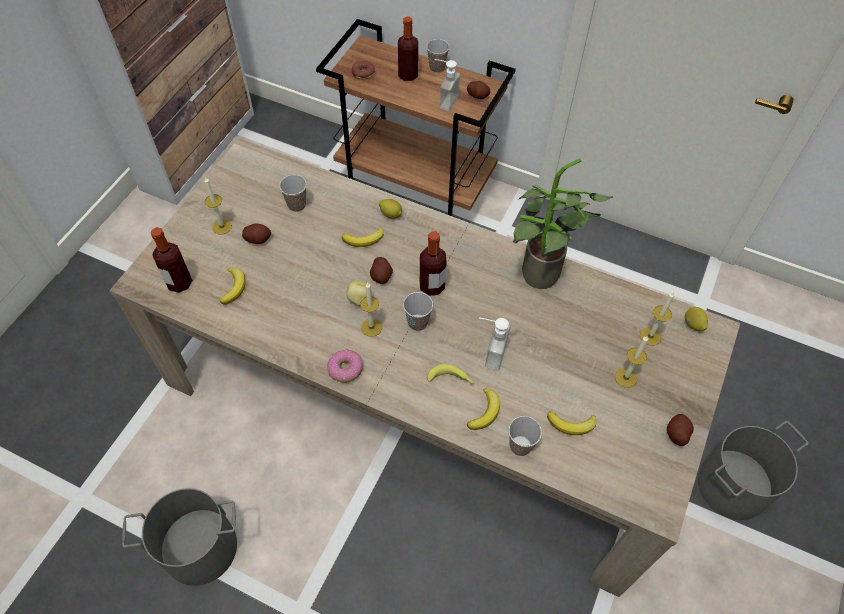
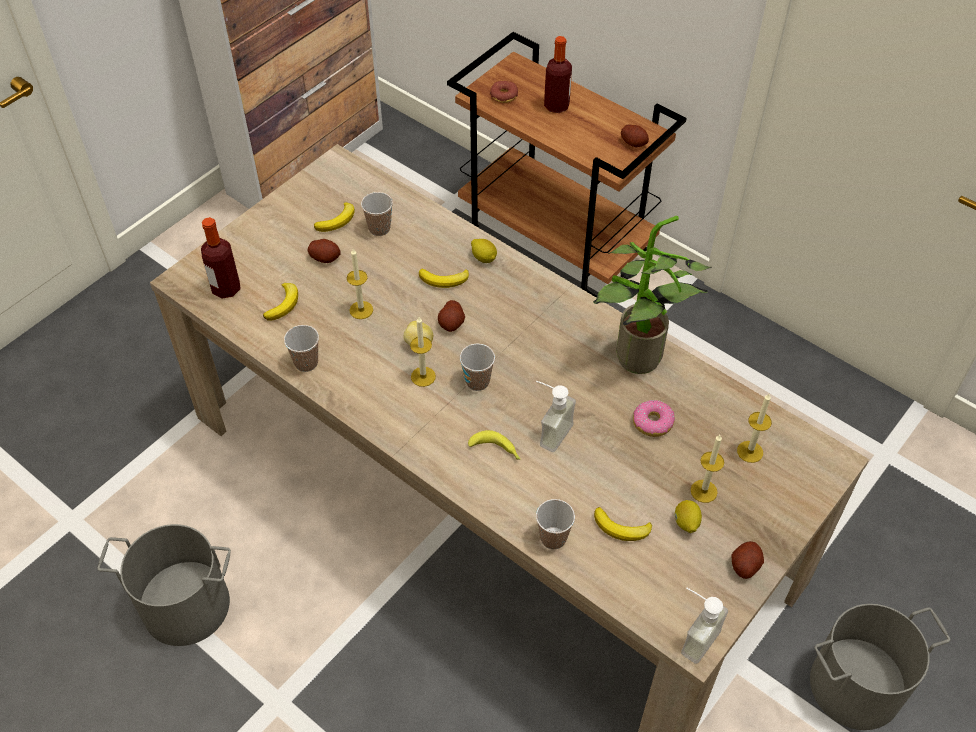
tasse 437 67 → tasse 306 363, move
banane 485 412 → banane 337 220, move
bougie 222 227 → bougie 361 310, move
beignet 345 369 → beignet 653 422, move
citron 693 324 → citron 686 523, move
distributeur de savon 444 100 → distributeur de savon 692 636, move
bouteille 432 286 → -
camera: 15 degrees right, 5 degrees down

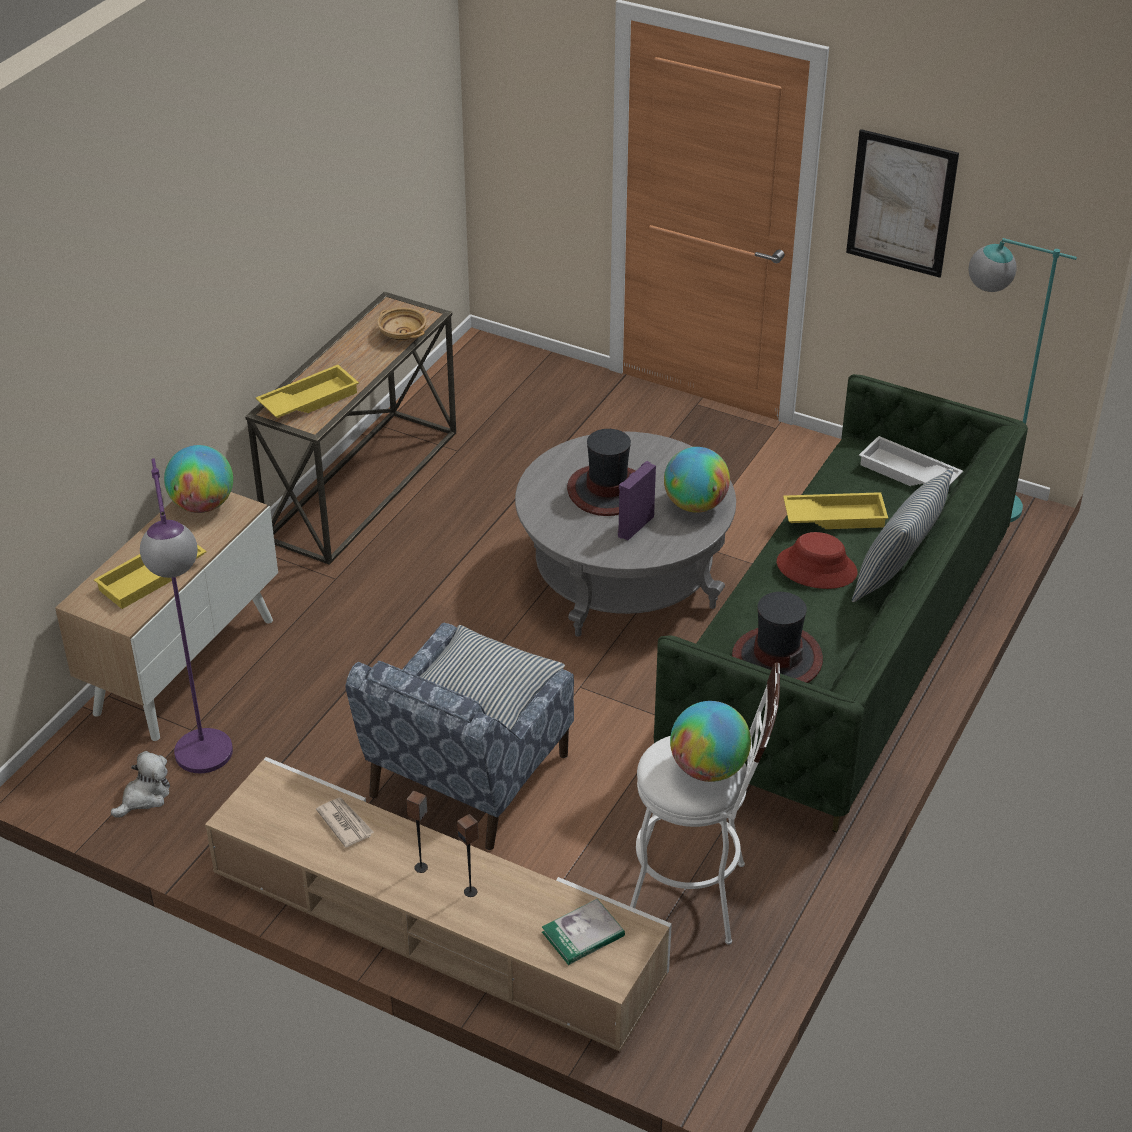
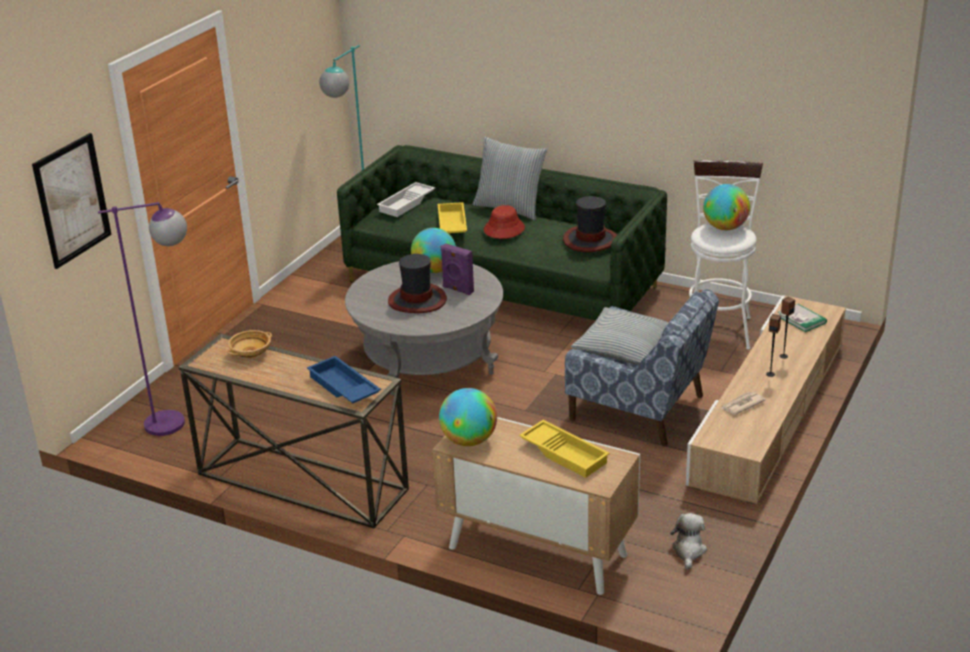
tableau 901 203 → tableau 72 200, move
lampadaire [violet] 207 767 → lampadaire [violet] 179 421, move
plateau [jaune] 308 399 → plateau [bleu] 342 387
peluche 145 797 → peluche 688 551, 60 degrees clockwise
camera: 90 degrees left, 10 degrees down

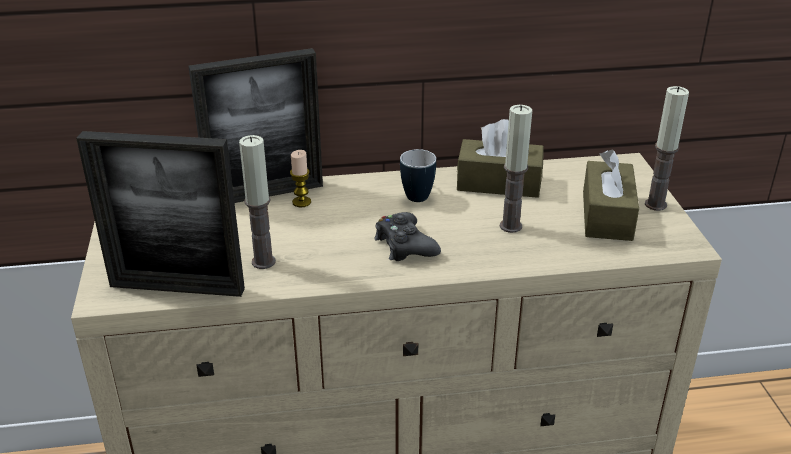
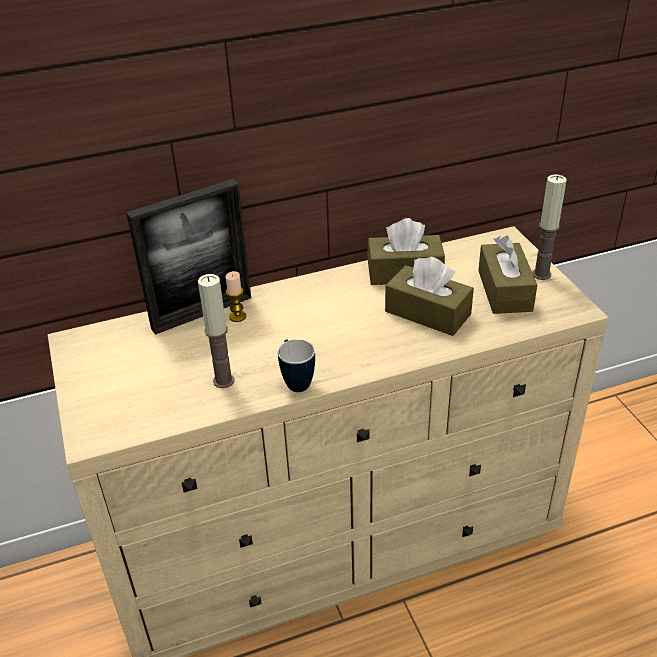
mug 415 193 → mug 296 381, move
bougie 511 226 → boîte à mouchoirs [marron] 427 313
cadre photo 177 287 → -
manette [noir] 405 245 → -
camera: 10 degrees left, 5 degrees up

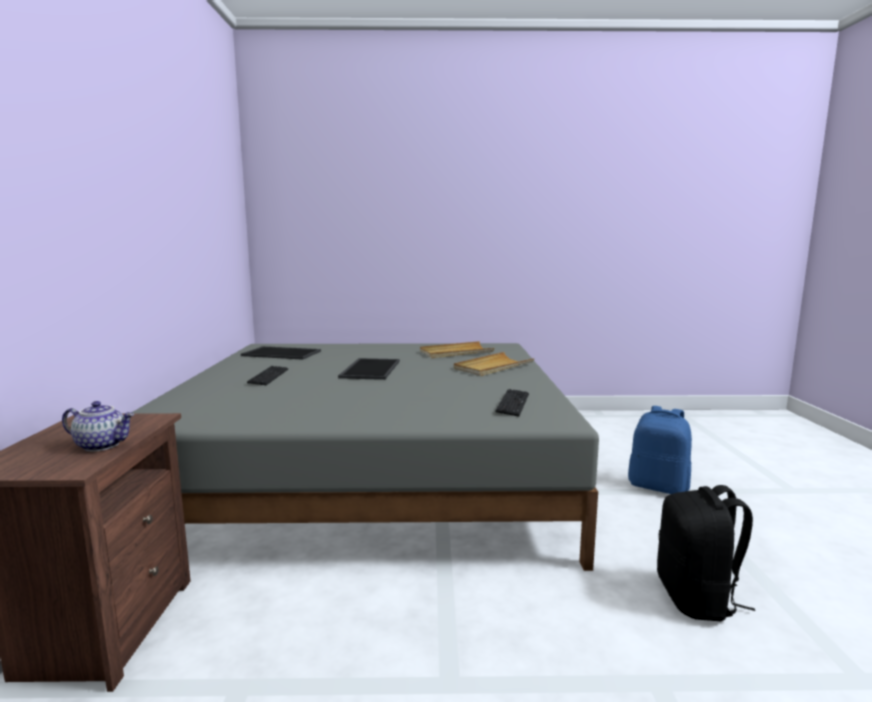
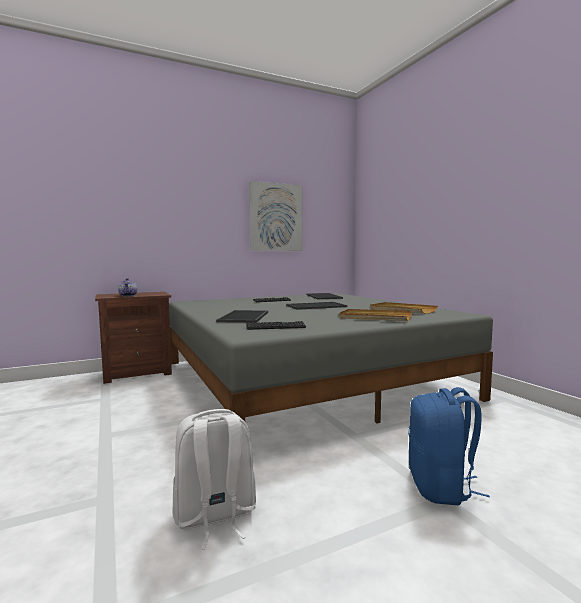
sac à dos [noir] 697 598 → sac à dos [blanc] 215 516
- → plateau 245 317
- → tableau 276 217
camera: 65 degrees right, 5 degrees down

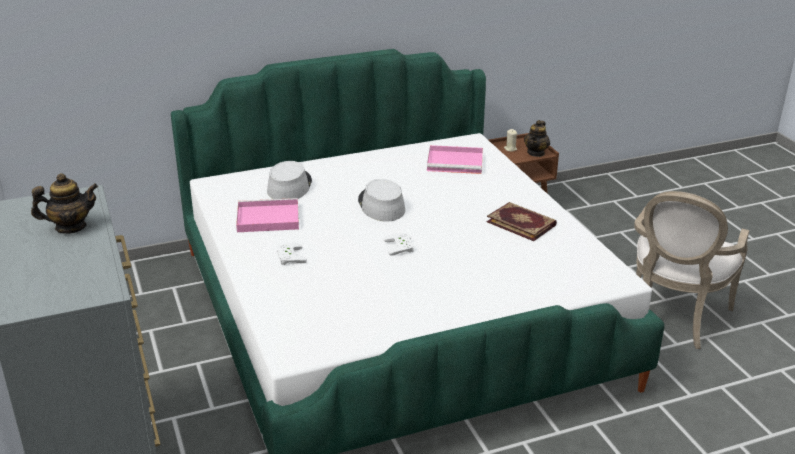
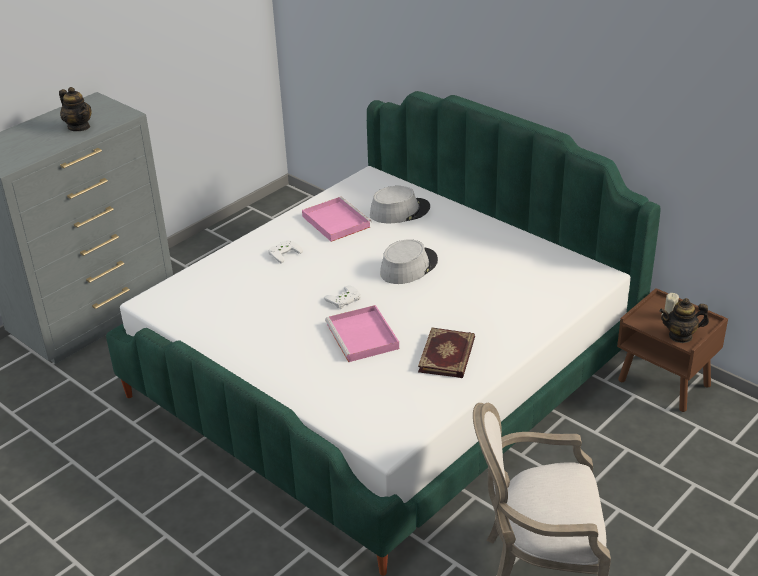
plateau [rose] 456 162 → plateau [rose] 363 337, move
camera: 65 degrees right, 5 degrees up

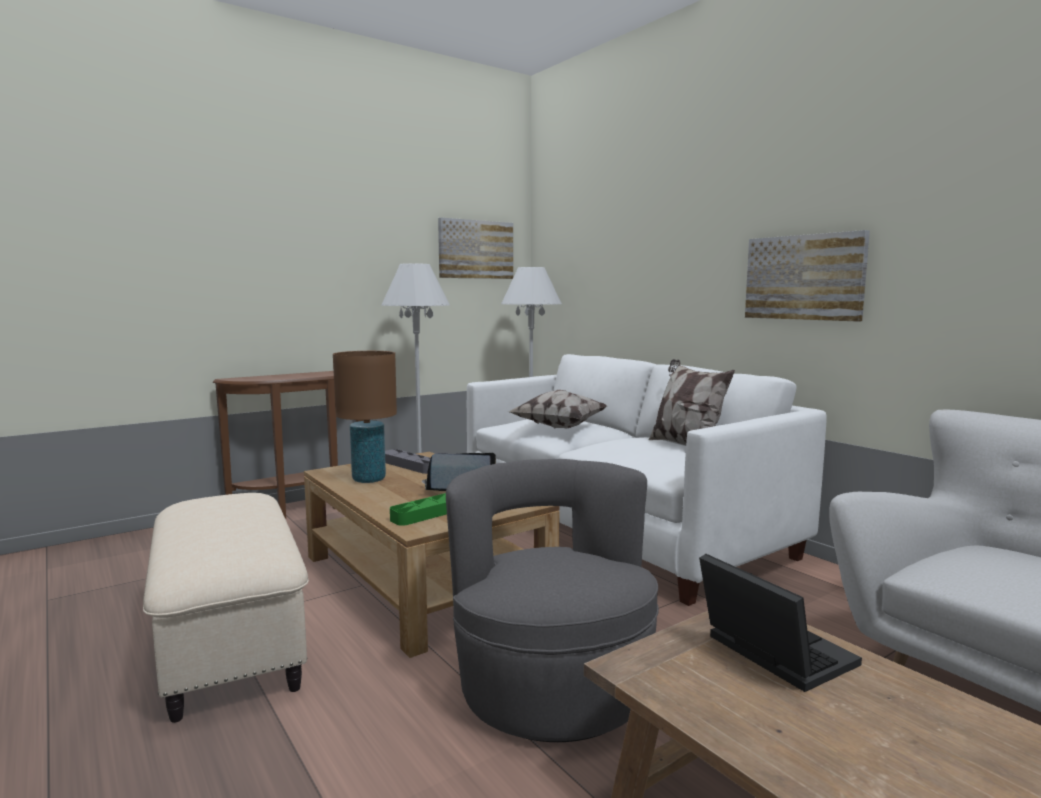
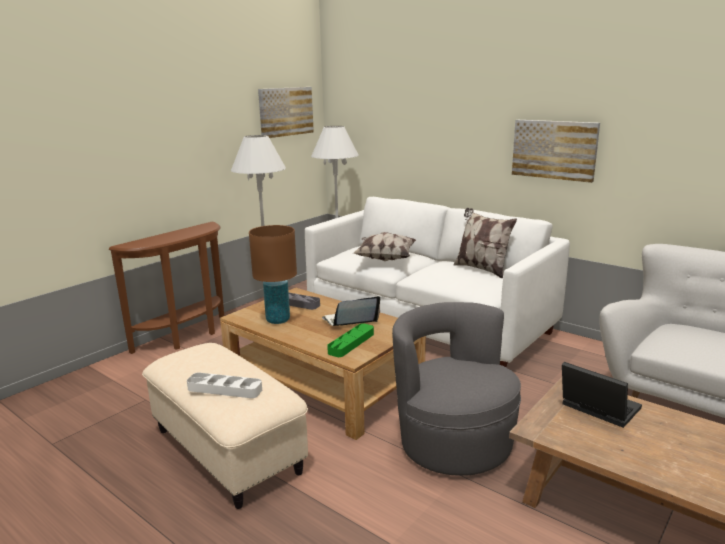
- → plateau [blanc] 225 389
camera: 15 degrees left, 10 degrees up

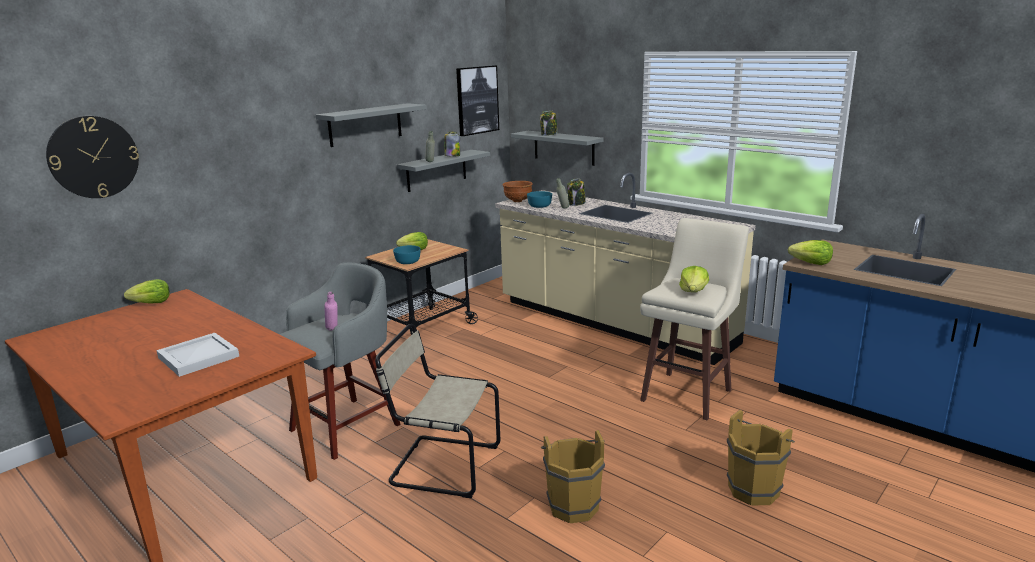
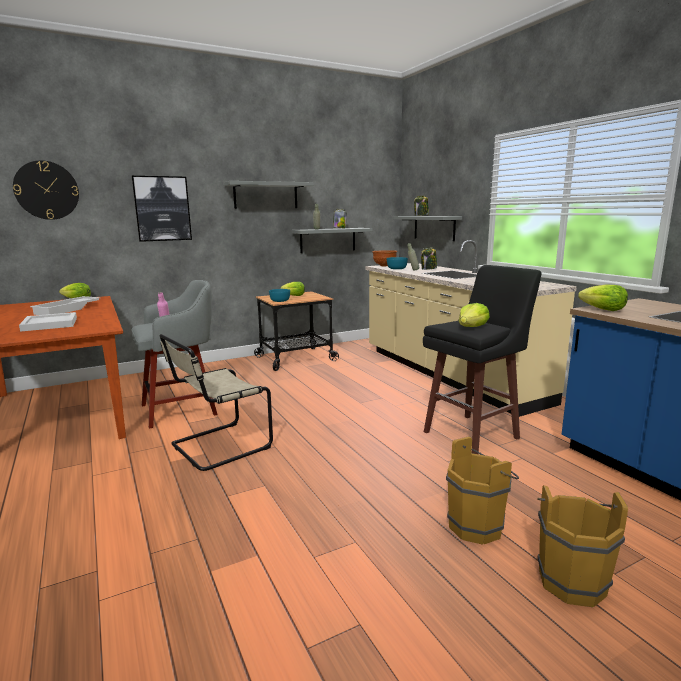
- → plateau [blanc] 68 309
tableau 477 100 → tableau 162 208, move
chaise [beige] 441 465 → chaise [beige] 217 447, 75 degrees counterclockwise
tabouret [beige] 688 394 → tabouret [noir] 473 435
seau [marron] 572 504 → seau [marron] 570 579, move
camera: 20 degrees right, 5 degrees down

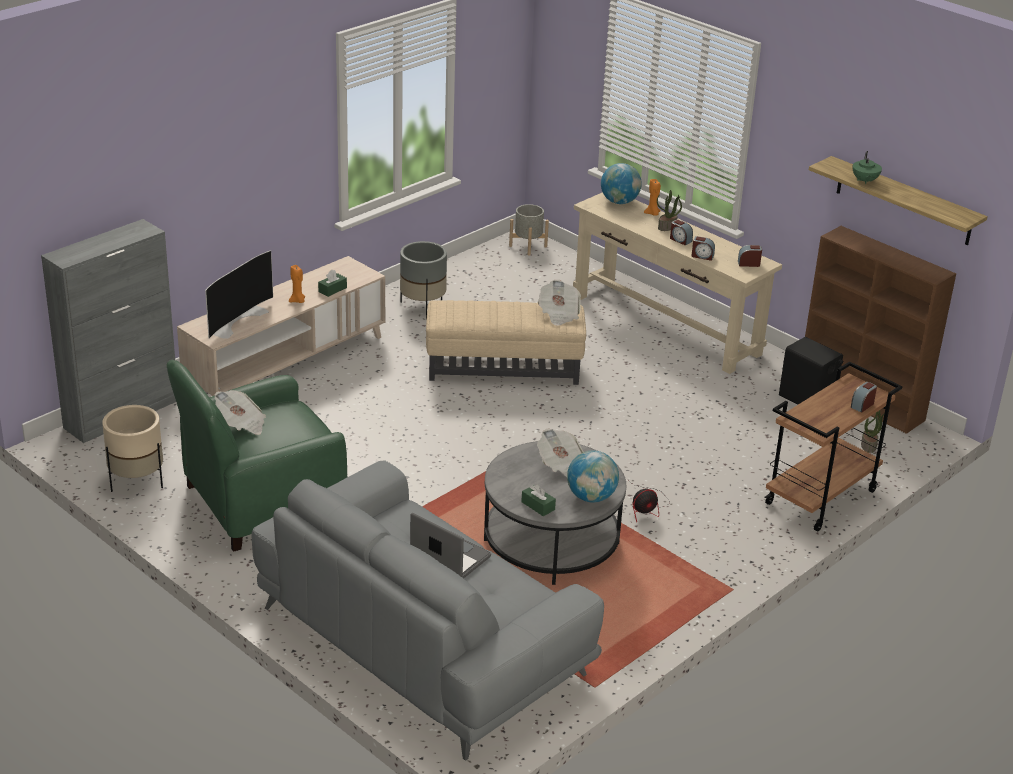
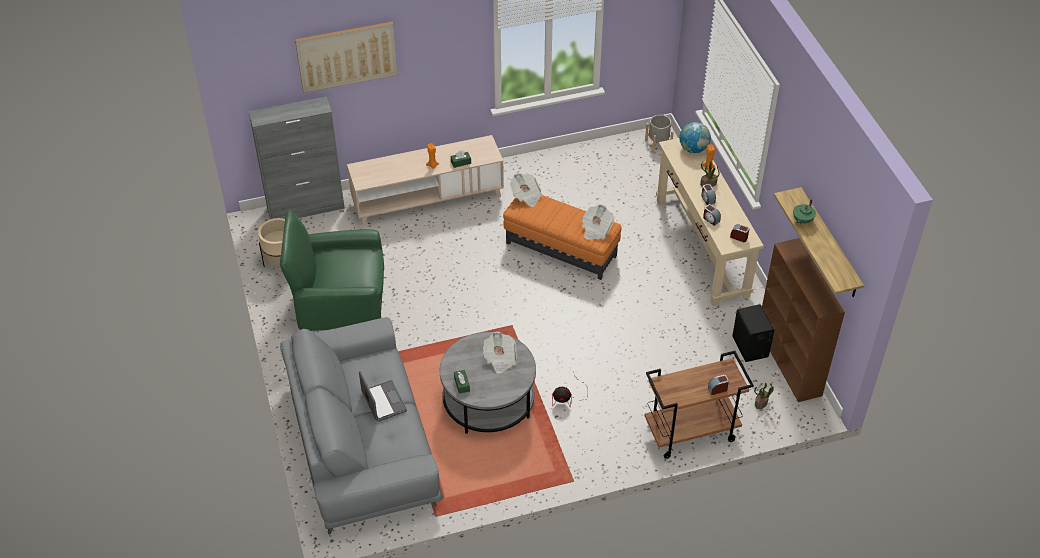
- → tableau 347 56
pouf [beige] 503 369 → pouf [orange] 561 249
journal 241 424 → journal 526 196, move
téléviseur 236 320 → -
cache-pot [gris] 423 307 → -
globe 591 497 → -
camera: 30 degrees right, 15 degrees up

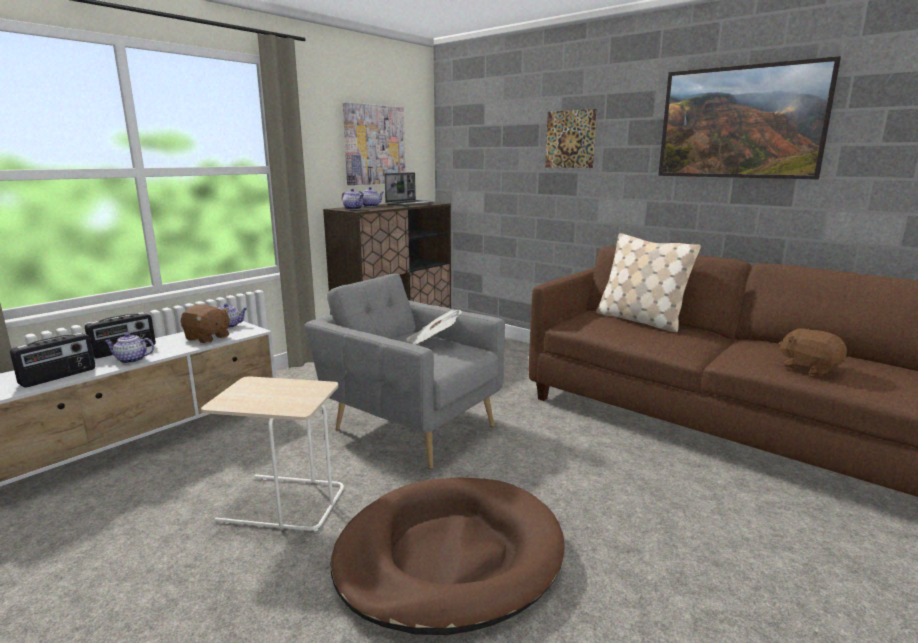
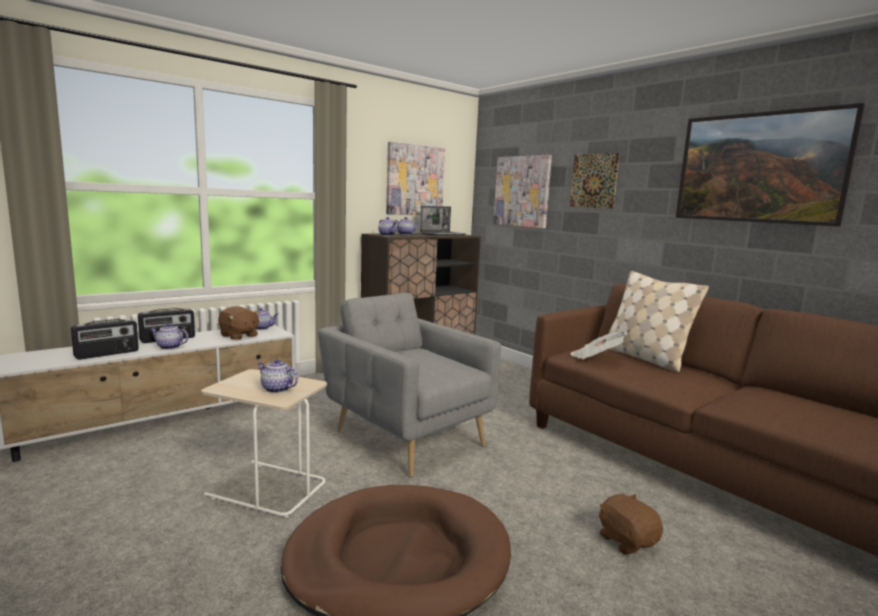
- → théière 276 389
- → tableau 522 191
journal 433 341 → journal 596 358, move
peluche [marron] 809 368 → peluche [marron] 627 541, move
camera: 10 degrees right, 5 degrees down

